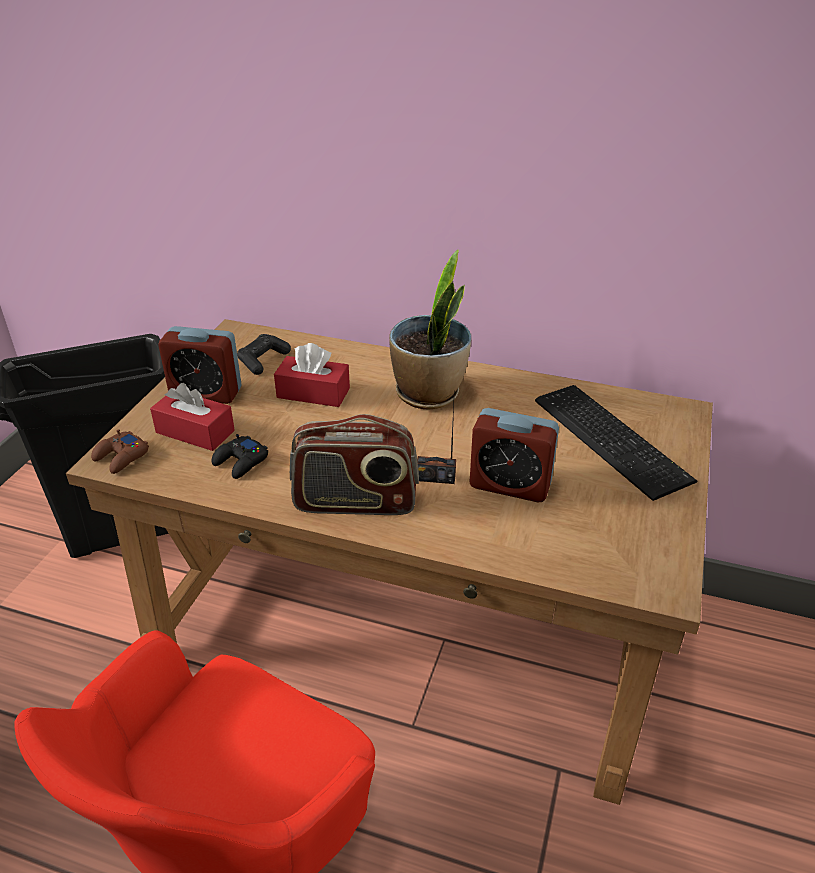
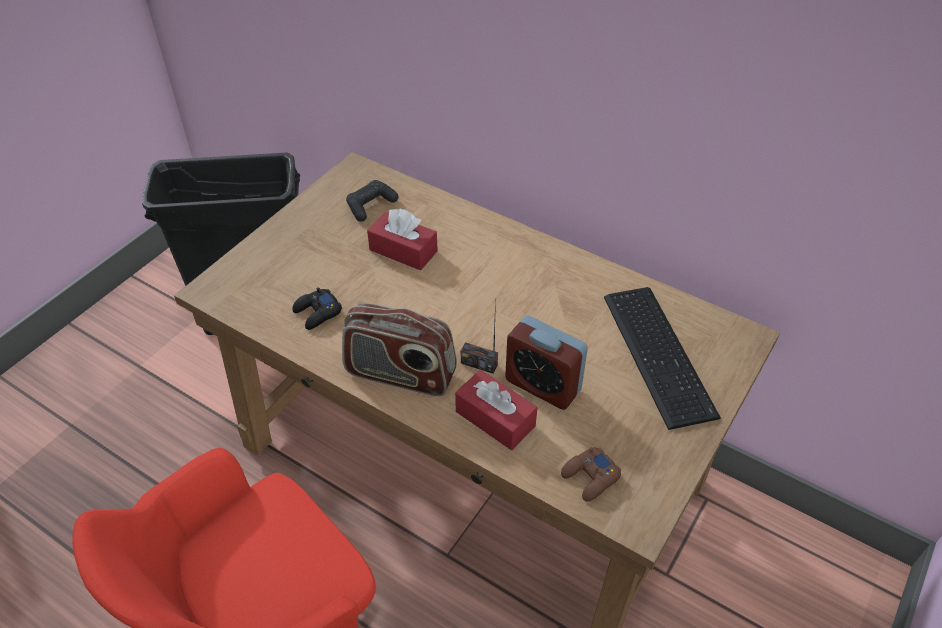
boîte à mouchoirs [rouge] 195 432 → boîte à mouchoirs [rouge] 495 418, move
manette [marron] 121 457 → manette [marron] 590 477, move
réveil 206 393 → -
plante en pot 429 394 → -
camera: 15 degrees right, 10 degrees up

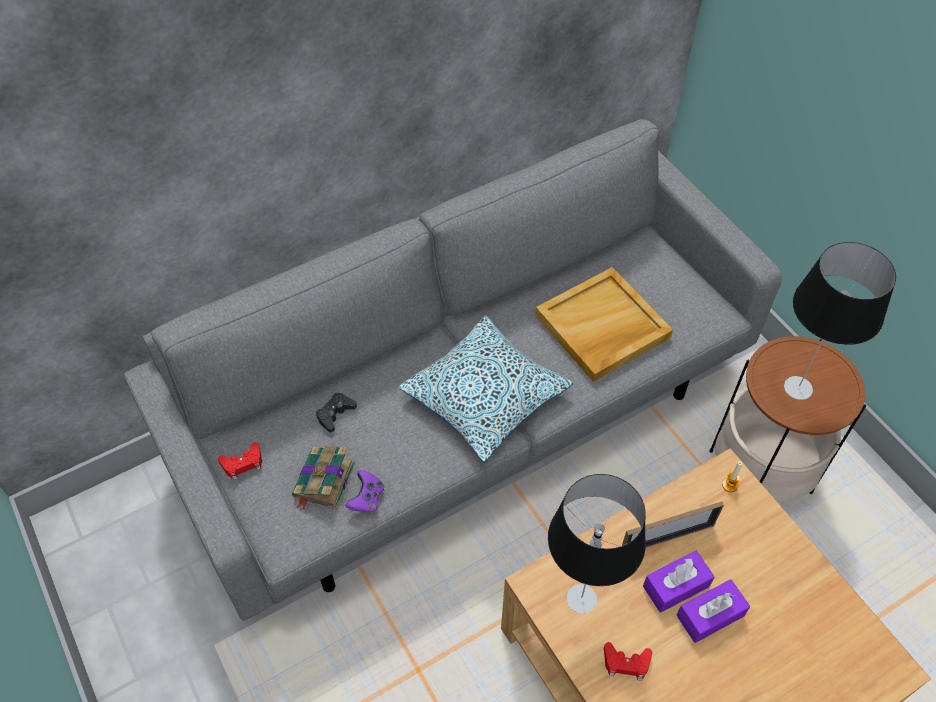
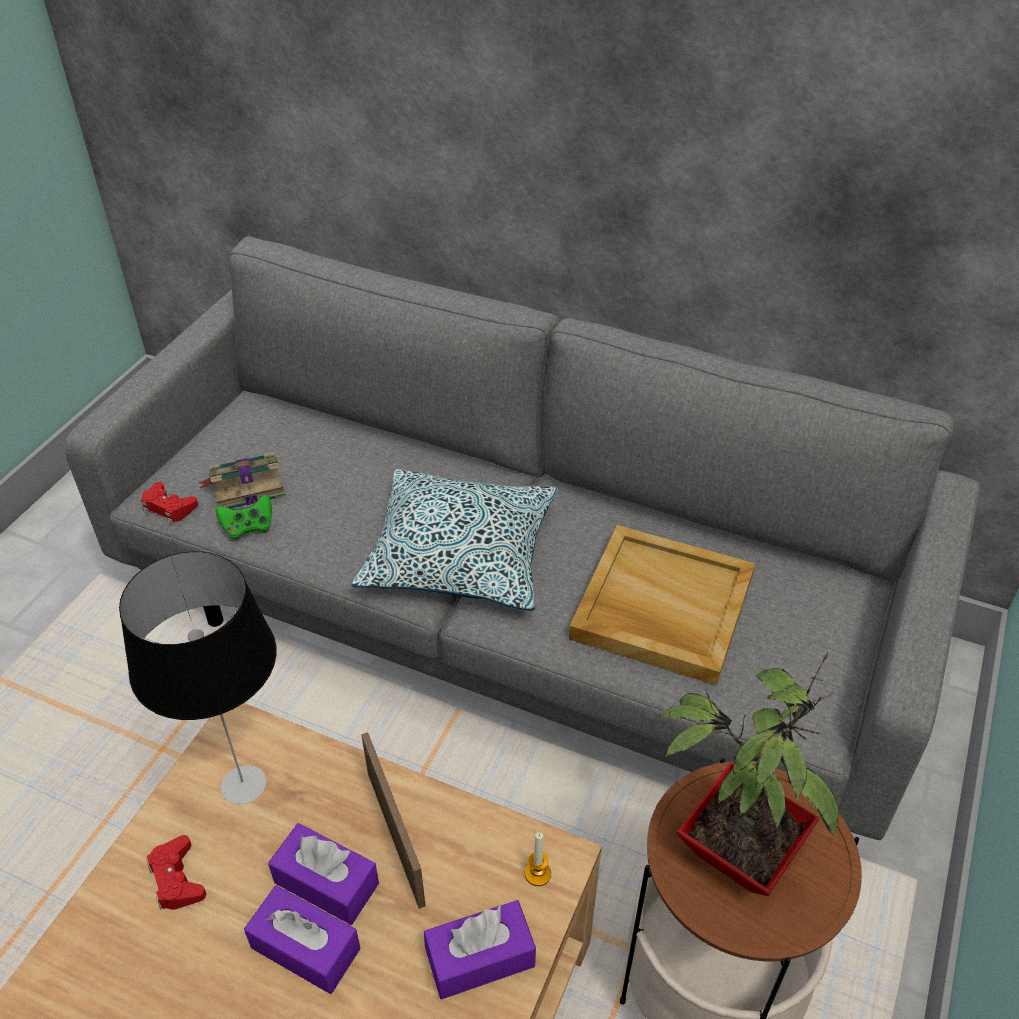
manette [rouge] 243 463 → manette [rouge] 169 507, move
manette [violet] 366 498 → manette [vert] 248 527
cadre photo 667 538 → cadre photo 395 837, 150 degrees counterclockwise
- → boîte à mouchoirs [violet] 480 958
lampe de table 799 388 → plante en pot 734 849
manette [noir] 335 414 → -
camera: 55 degrees right, 10 degrees down

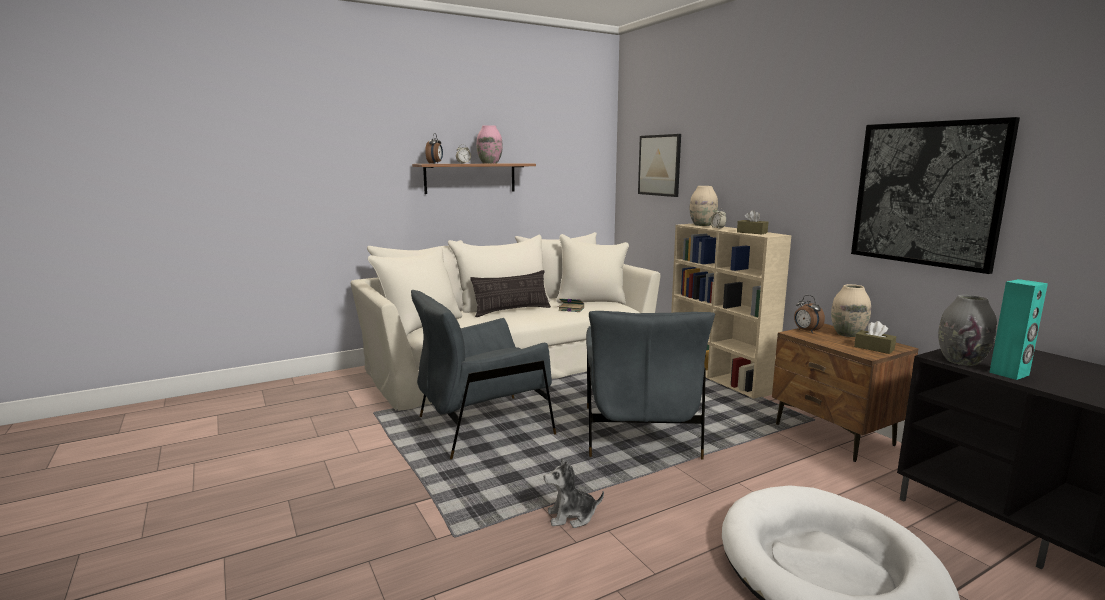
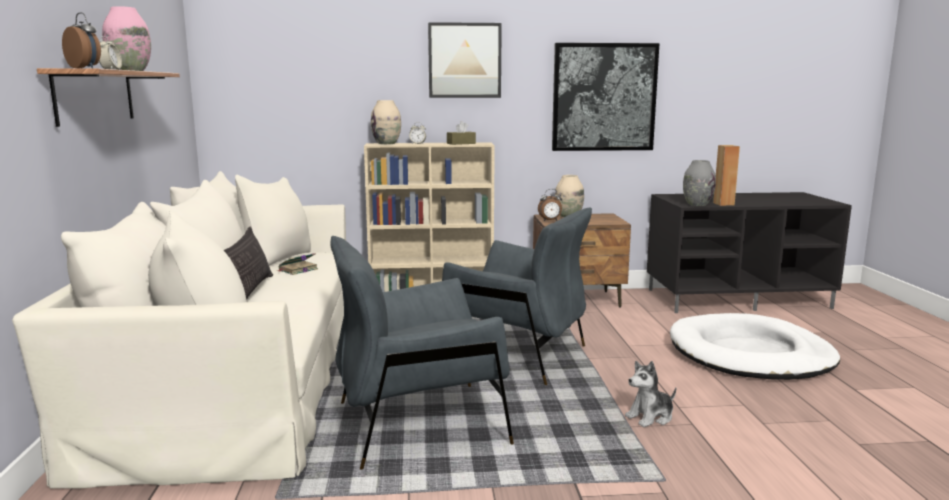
fauteuil [gris] 483 426 → fauteuil [gris] 419 423, 75 degrees clockwise
tableau 659 165 → tableau 464 60, move
peluche 571 516 → peluche 650 417, 45 degrees clockwise
enceinte [turquoise] 1009 374 → enceinte [marron] 724 204
boîte à mouchoirs [marron] 874 348 → -
camera: 65 degrees left, 0 degrees up

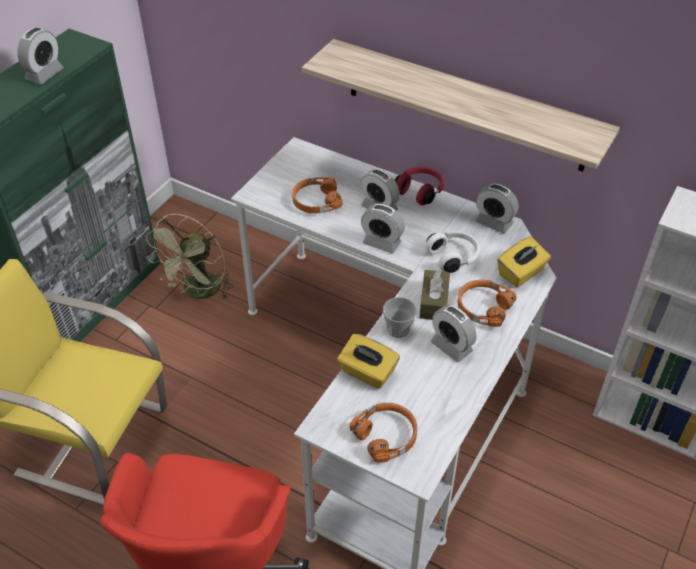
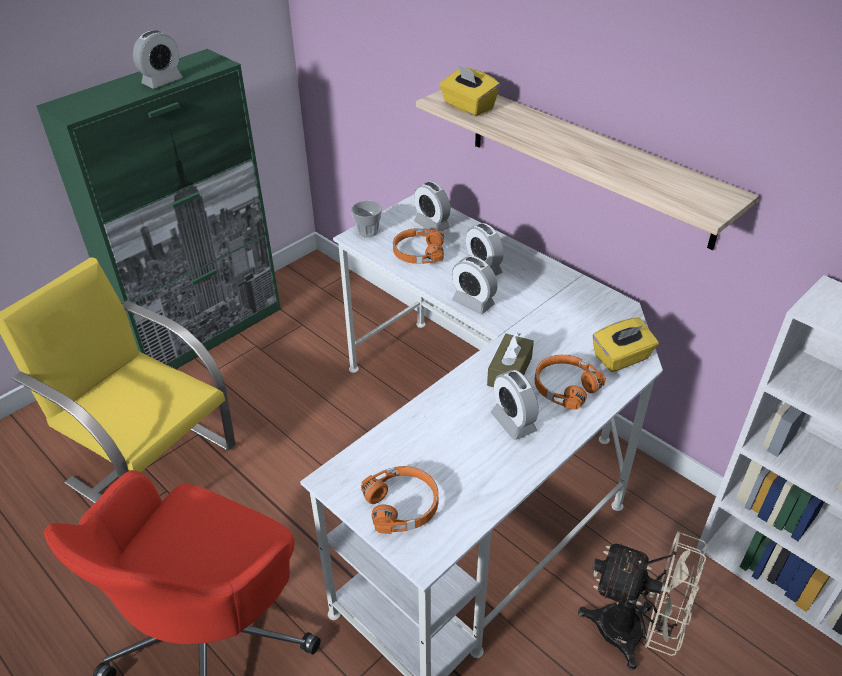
tasse 398 329 → tasse 367 231, move
réveil 494 222 → réveil 432 225, move
boîte à mouchoirs [jaune] 367 372 → boîte à mouchoirs [jaune] 468 107, move
- → ventilateur [beige] 634 634
ventilateur [vert] 198 293 → -
casque audio [rouge] 420 191 → -
casque audio [blanc] 454 257 → -
camera: 15 degrees right, 5 degrees down

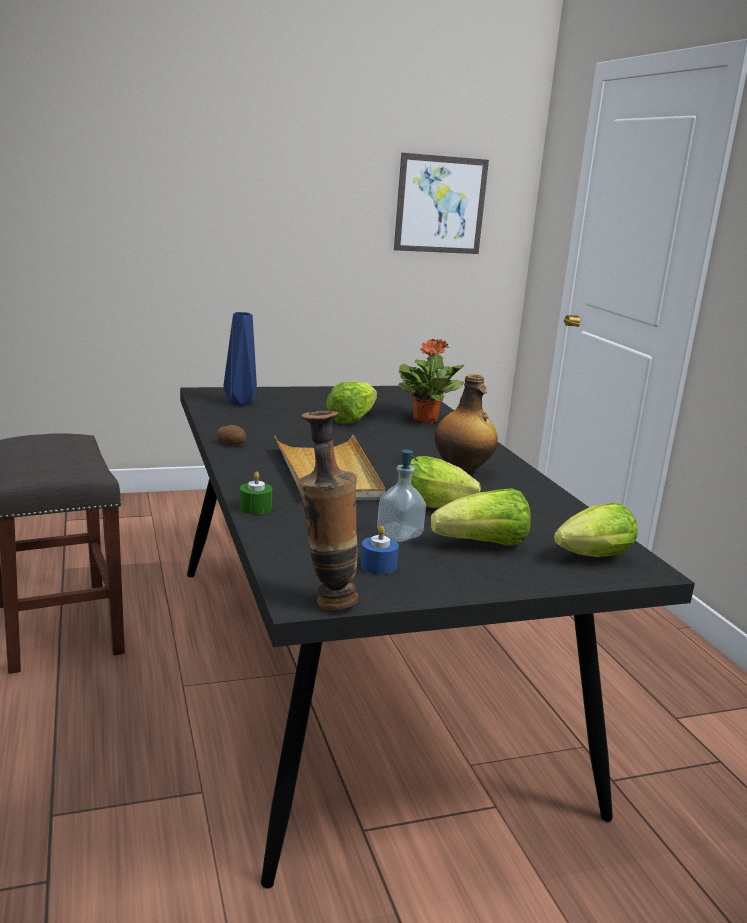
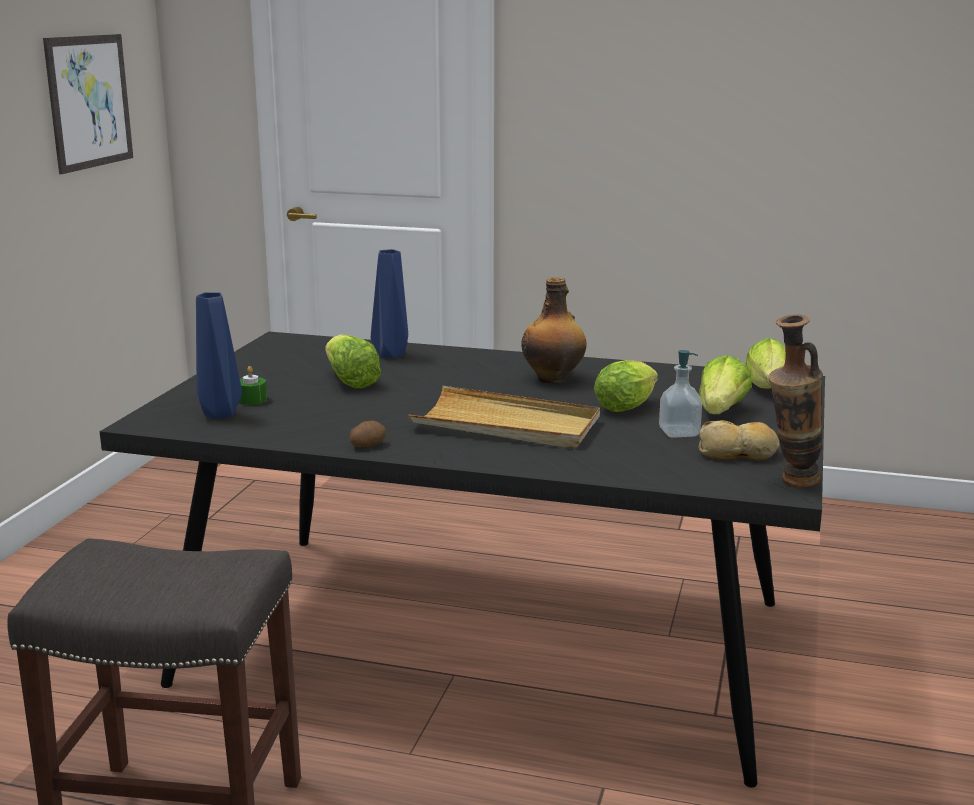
bougie [vert] 255 507 → bougie [vert] 252 400, move
plante en pot 426 419 → vase [bleu] 390 356
bougie [bleu] 378 566 → pain 738 453
camera: 55 degrees left, 0 degrees up

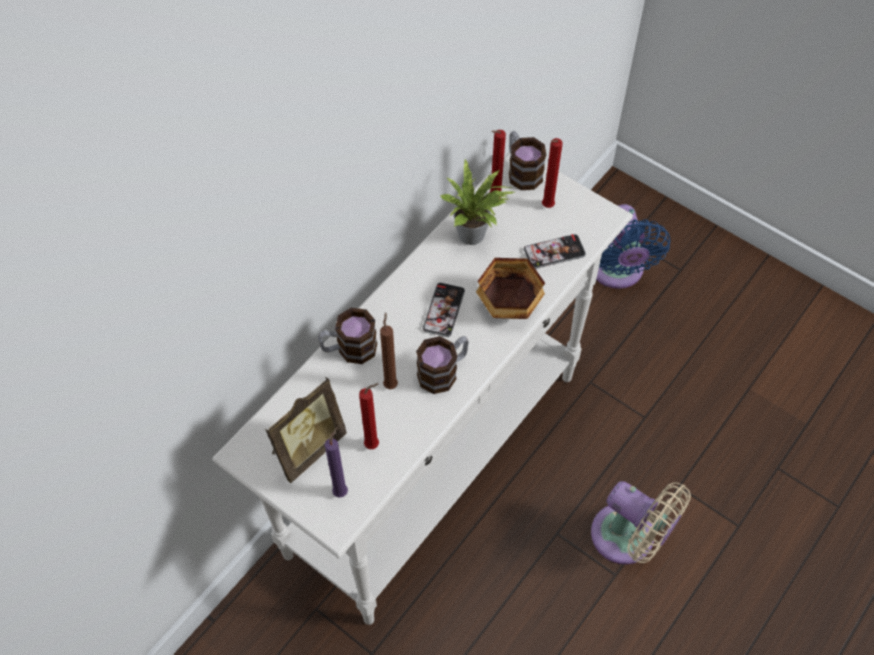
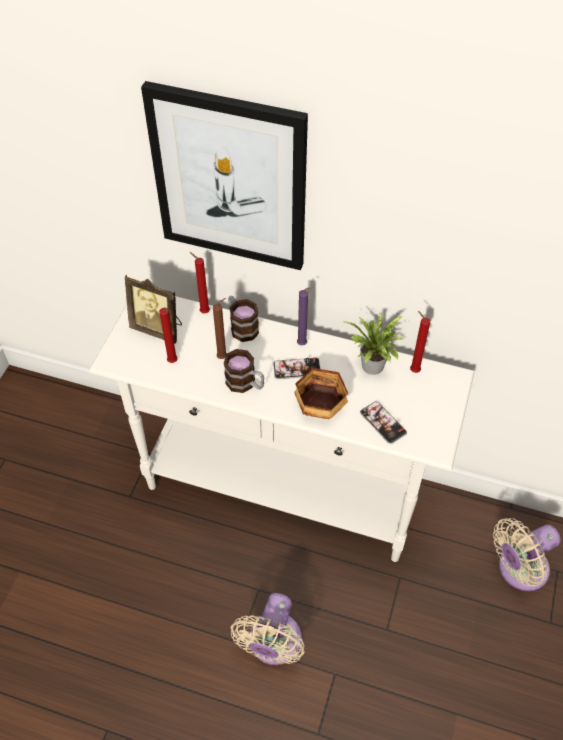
- → tableau 230 179
bougie [rouge] 546 207 → bougie [rouge] 203 312, move
bougie [violet] 342 490 → bougie [violet] 303 344, move
ventilateur [bleu] 617 271 → ventilateur [beige] 518 570
mug 521 171 → -
camera: 70 degrees right, 5 degrees down

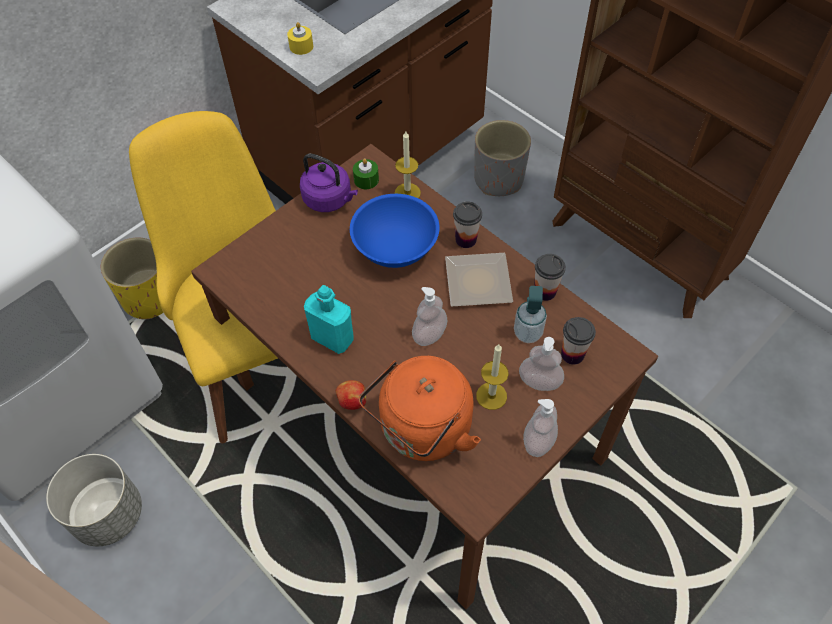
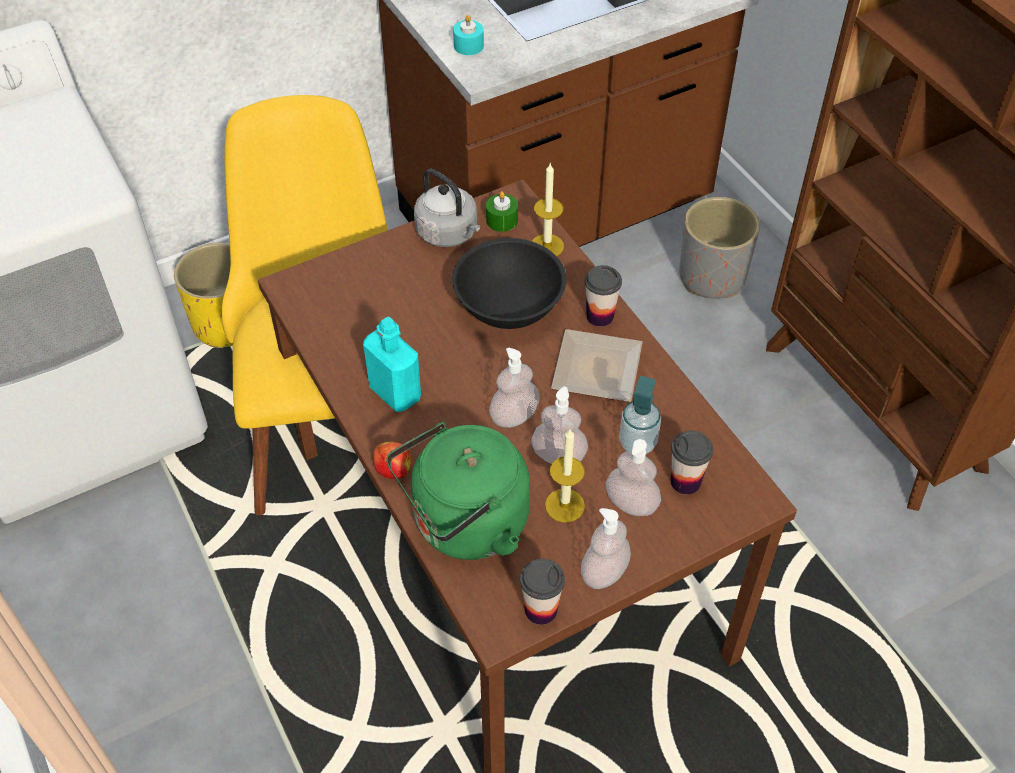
bouilloire [orange] 422 431 → bouilloire [vert] 465 525
bouilloire [violet] 329 199 → bouilloire [gris] 449 234
bol [bleu] 395 248 → bol [noir] 508 307
bougie [jaune] 301 46 → bougie [turquoise] 468 46
tasse 545 291 → tasse 541 610, move
- → distributeur de savon 558 455
cache-pot [gris] 108 514 → -
camera: 15 degrees right, 5 degrees down

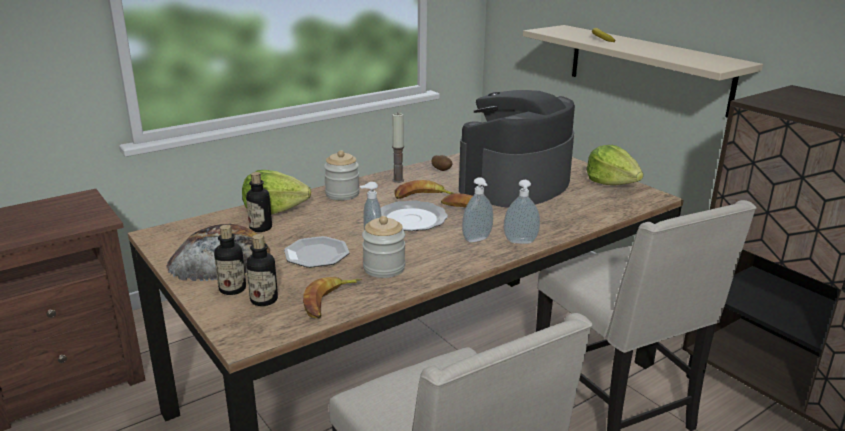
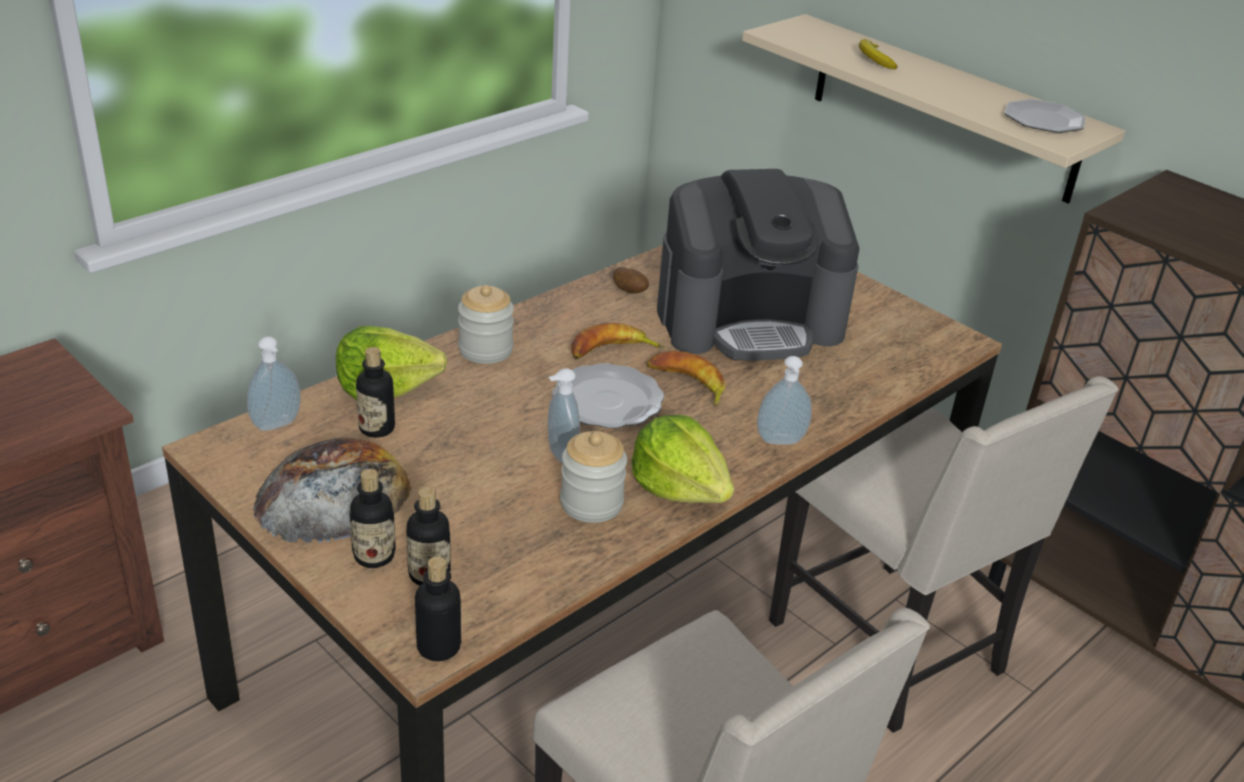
distributeur de savon 478 240 → distributeur de savon 277 425, move
- → bouteille 438 647
laitue 612 182 → laitue 679 487, move
machine à café 515 184 → machine à café 749 320, 135 degrees counterclockwise
assiette 316 254 → assiette 1043 120, move
banane 330 301 → -
bougie 398 180 → -
camera: 10 degrees left, 10 degrees up

